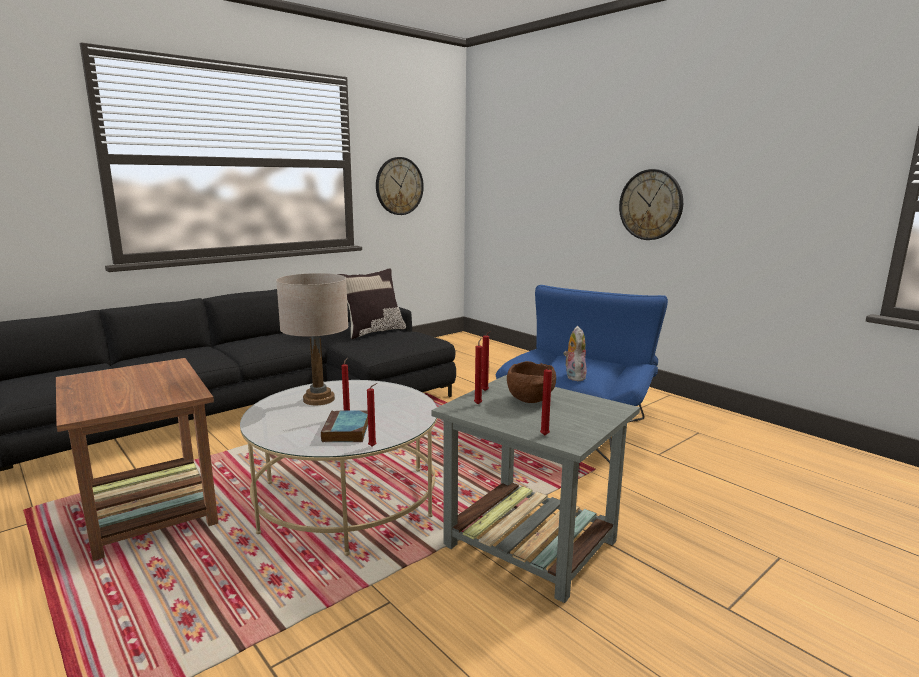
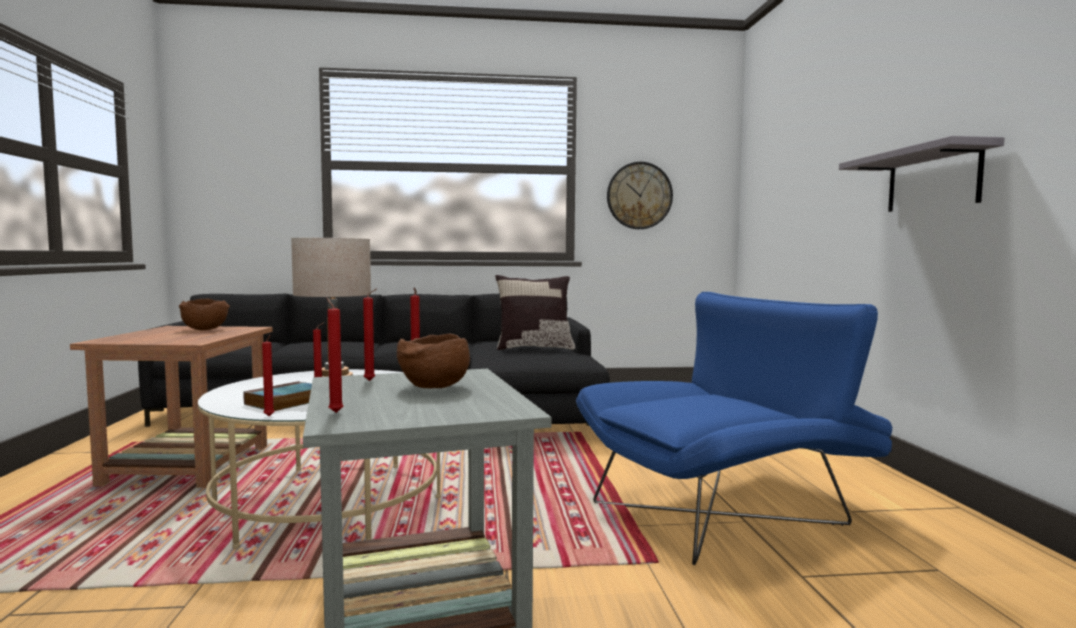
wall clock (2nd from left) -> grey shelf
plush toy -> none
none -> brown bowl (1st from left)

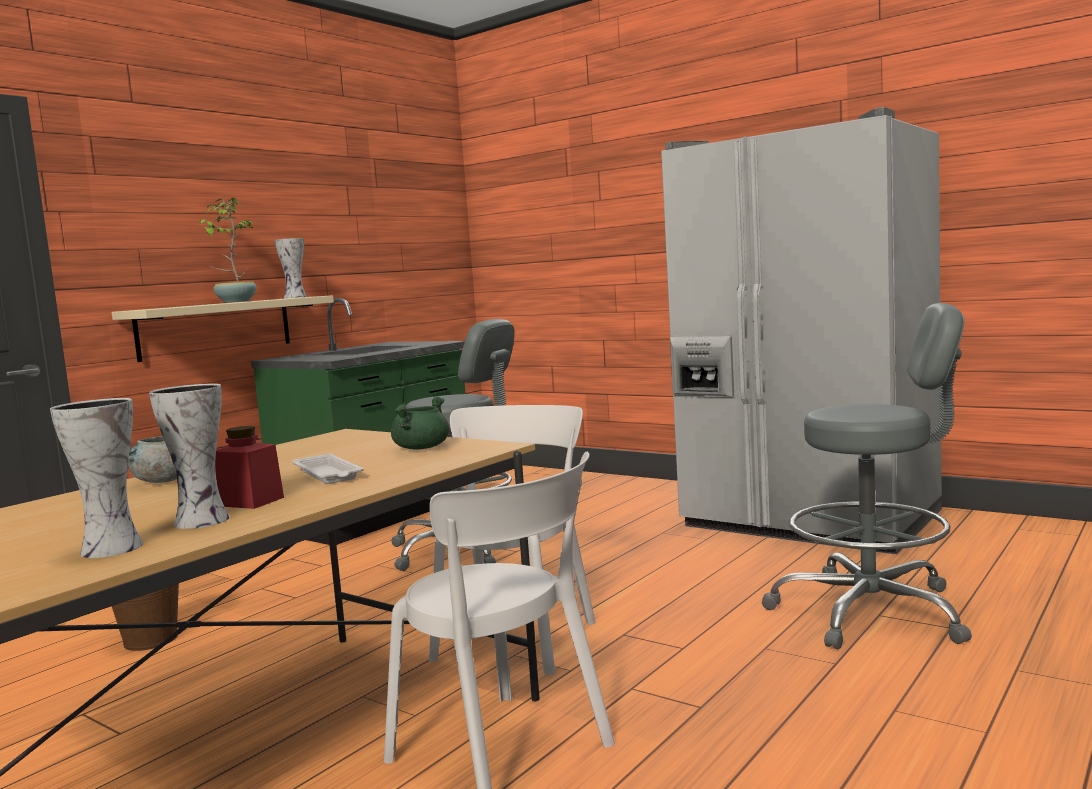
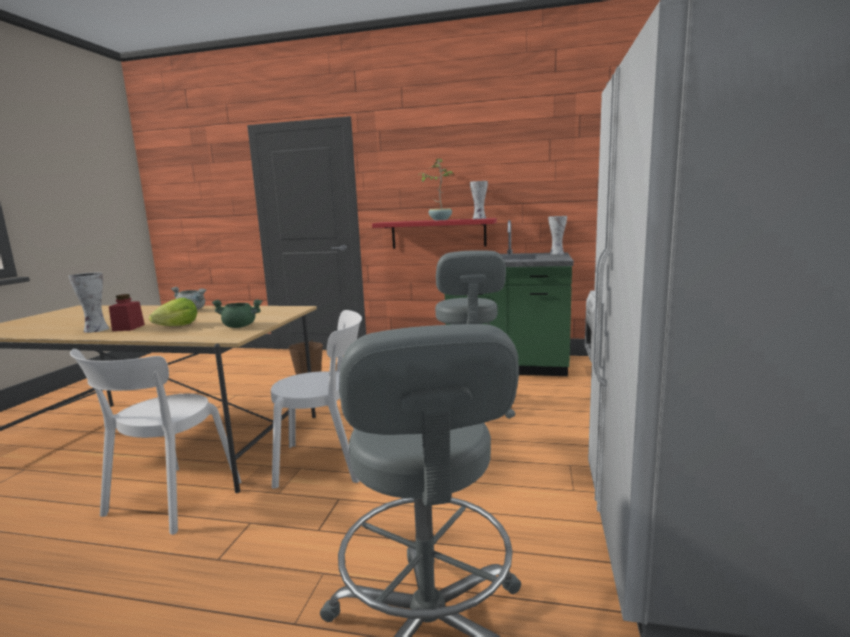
beige shelf -> red shelf
vase (1st from left in the first image) -> vase (3rd from left), moved
white tray -> lettuce

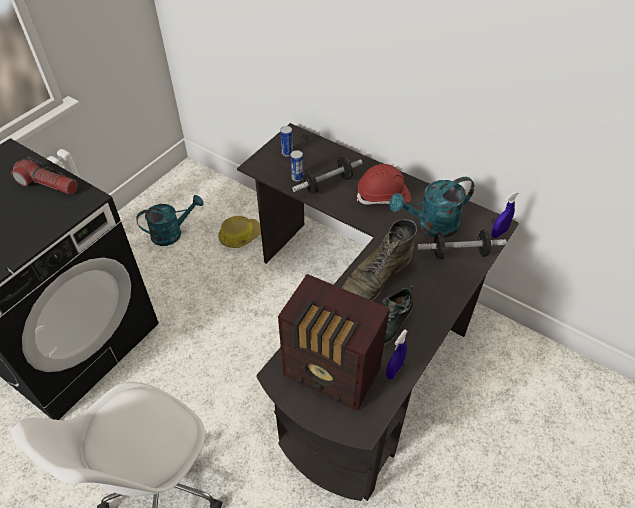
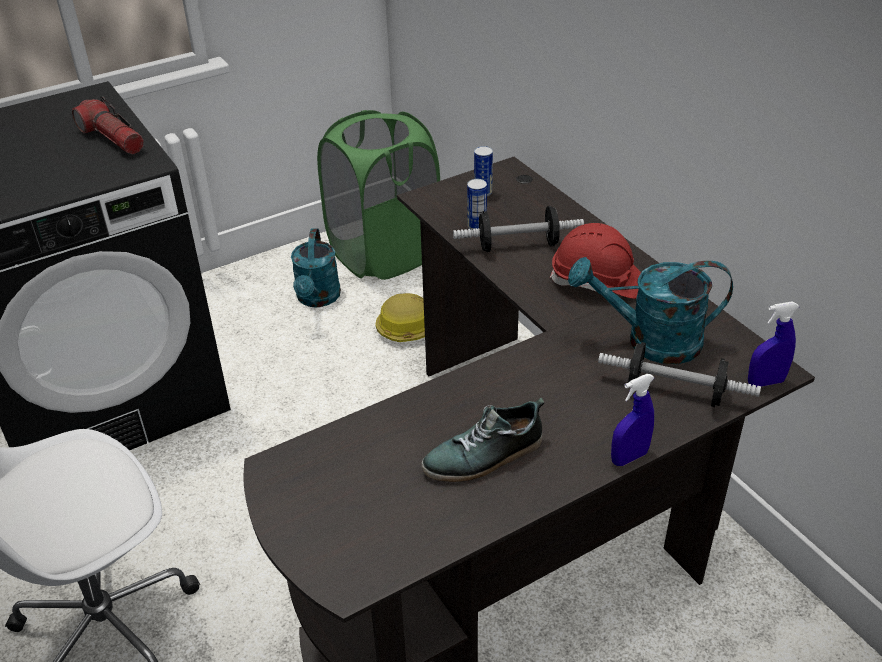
turquoise watering can (1st from left), 90 degrees clockwise
green boot -> none
radio -> none
blue spray bottle (1st from left), moved
none -> green laundry basket

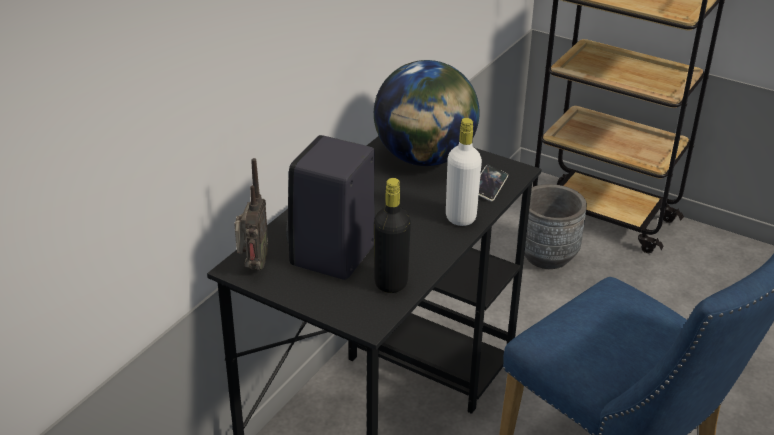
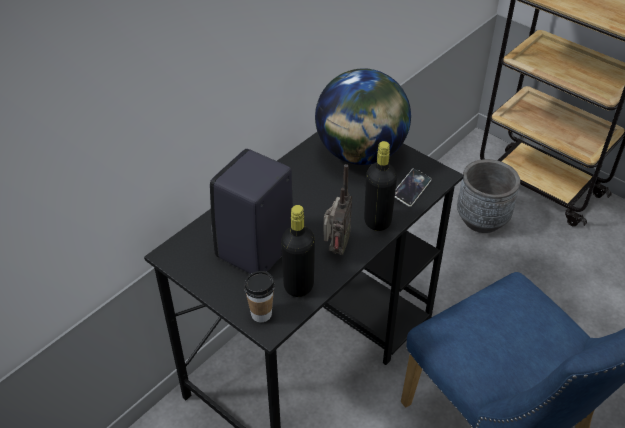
white bottle -> black bottle (2nd from left)
radio, moved
none -> cup

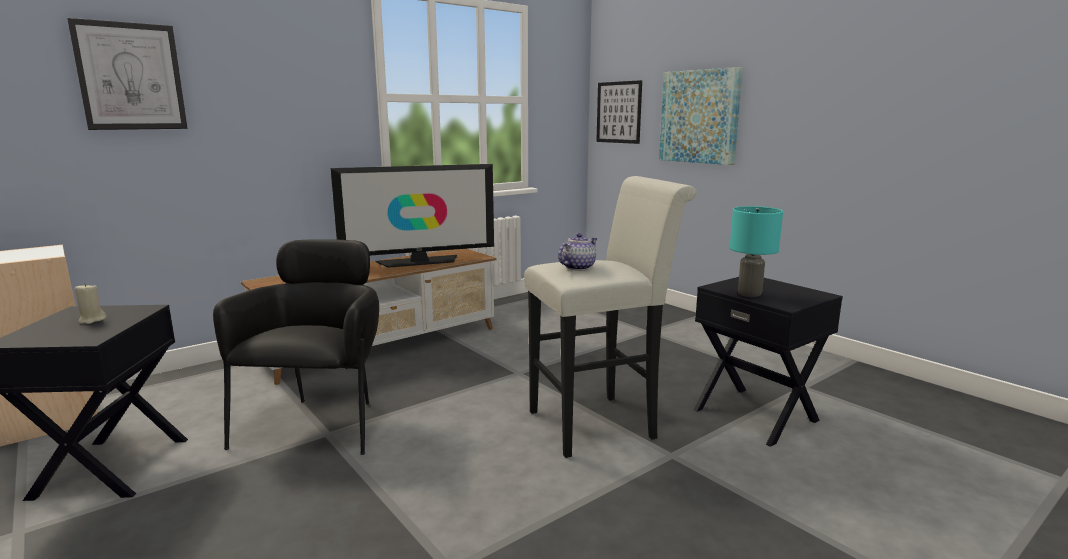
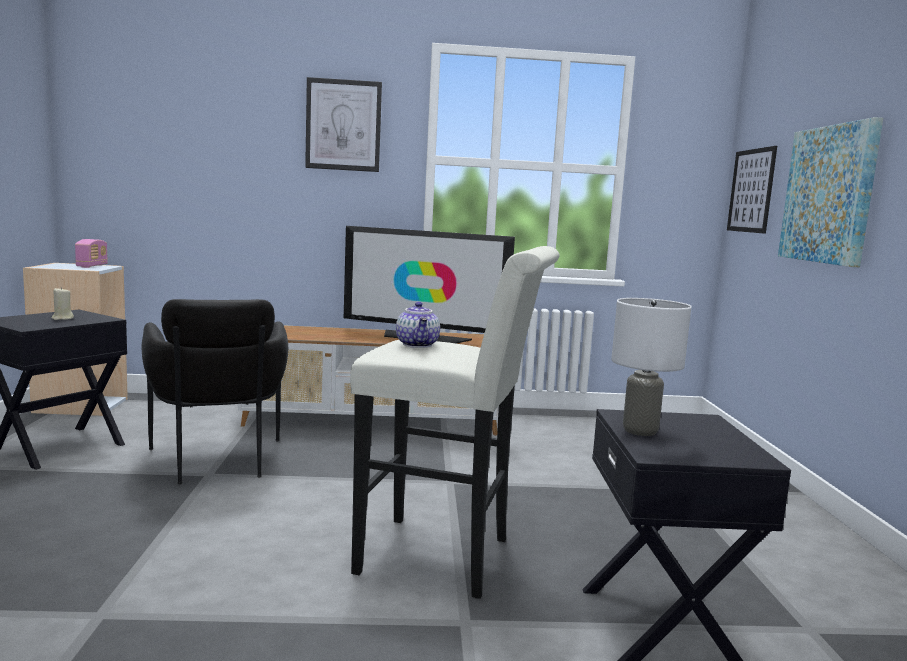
picture (1st from left), moved
turquoise table lamp -> white table lamp
teapot, 90 degrees clockwise
black armchair, 120 degrees clockwise
none -> radio

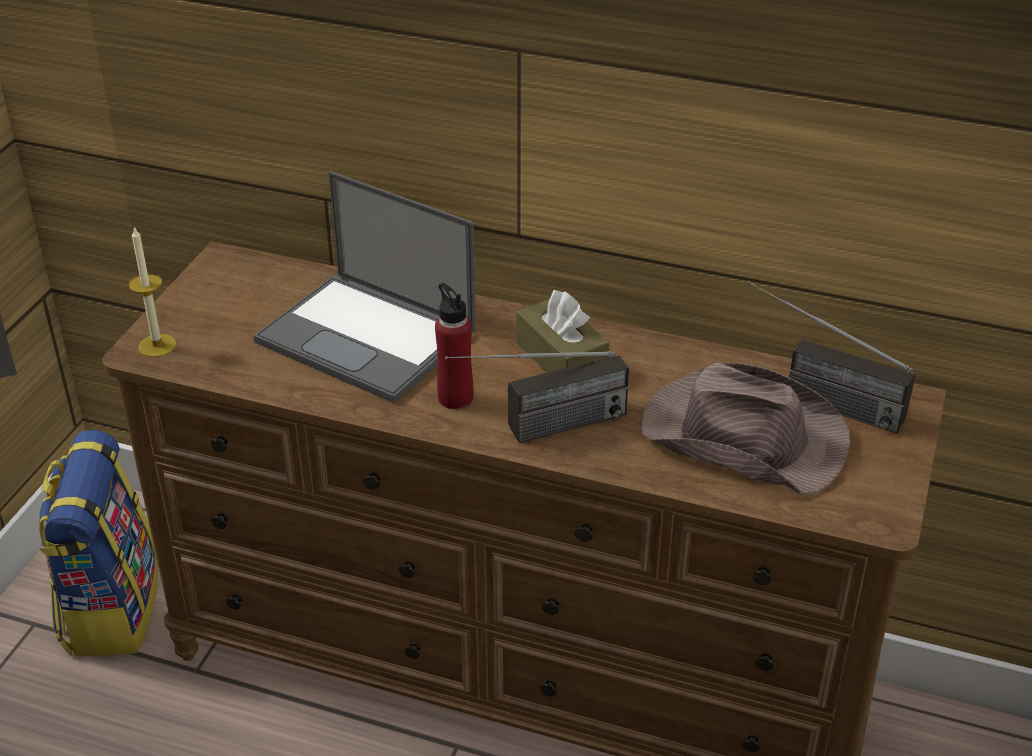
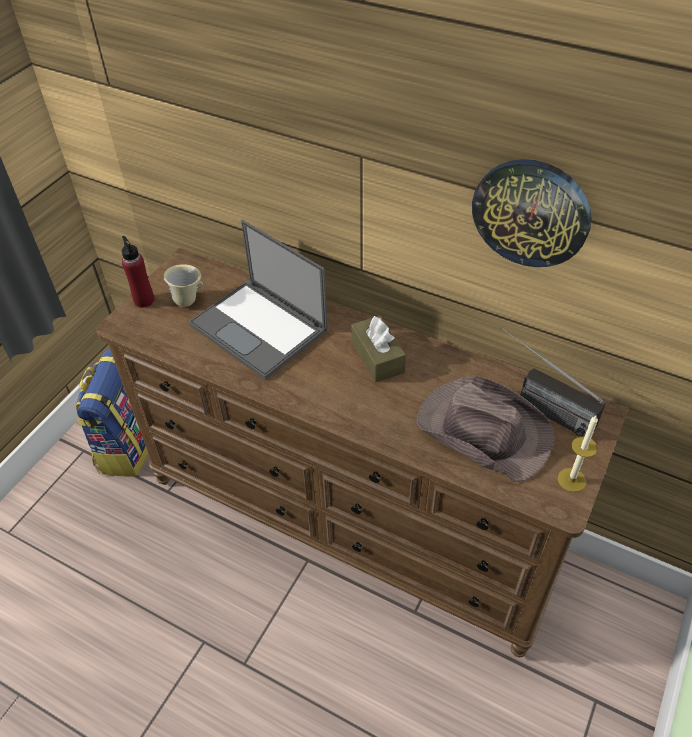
candle, moved
red bottle, moved
radio (1st from left) -> none
none -> wall clock
none -> beige mug

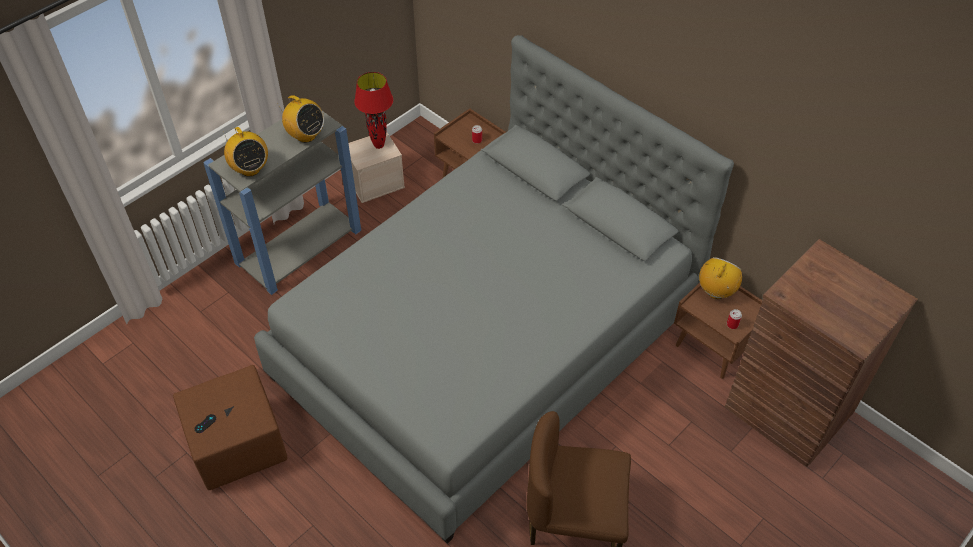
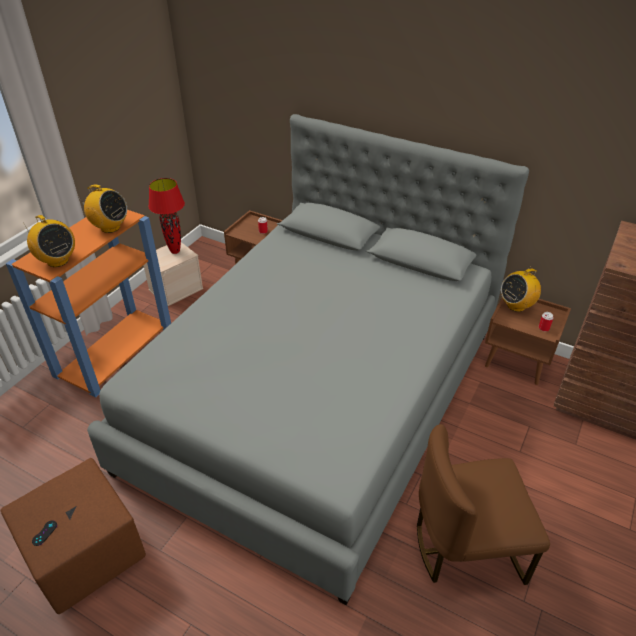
grey bookcase -> orange bookcase
radio (3rd from left), 135 degrees counterclockwise

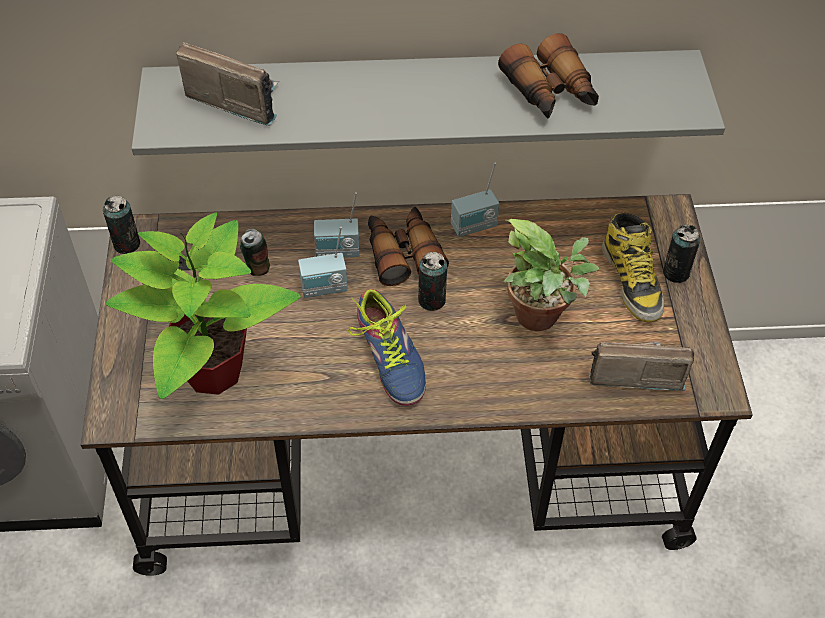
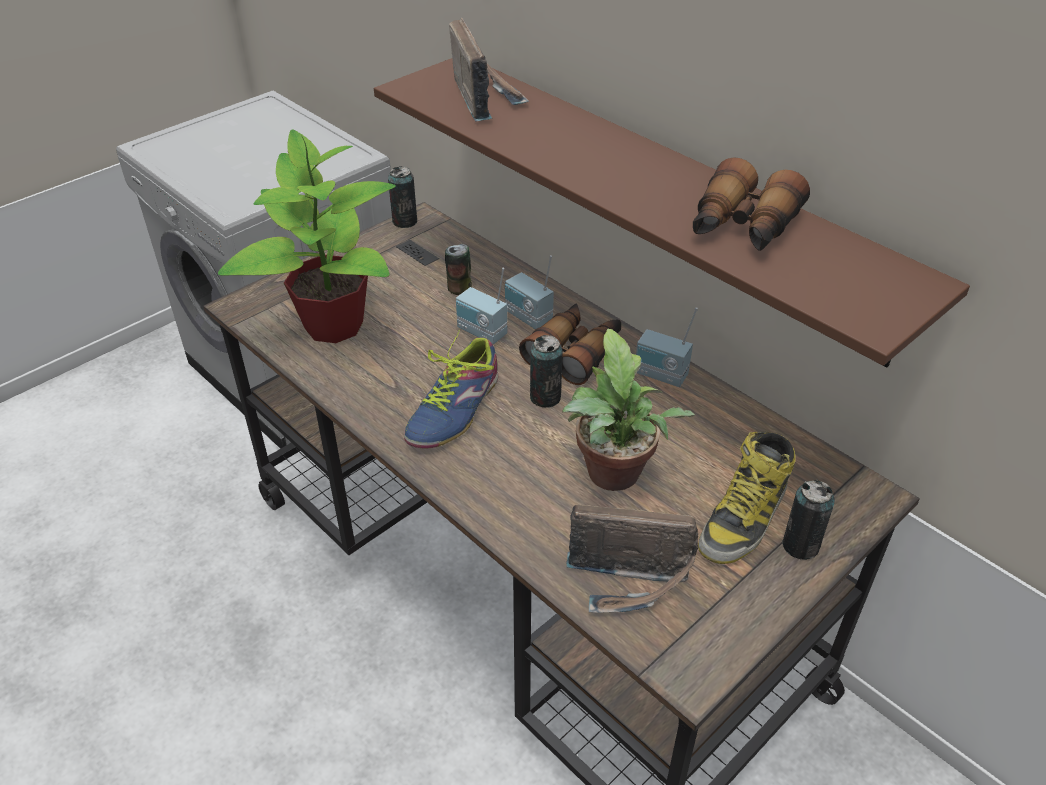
grey shelf -> brown shelf
radio (5th from left in the first image) -> radio (4th from left), 135 degrees clockwise

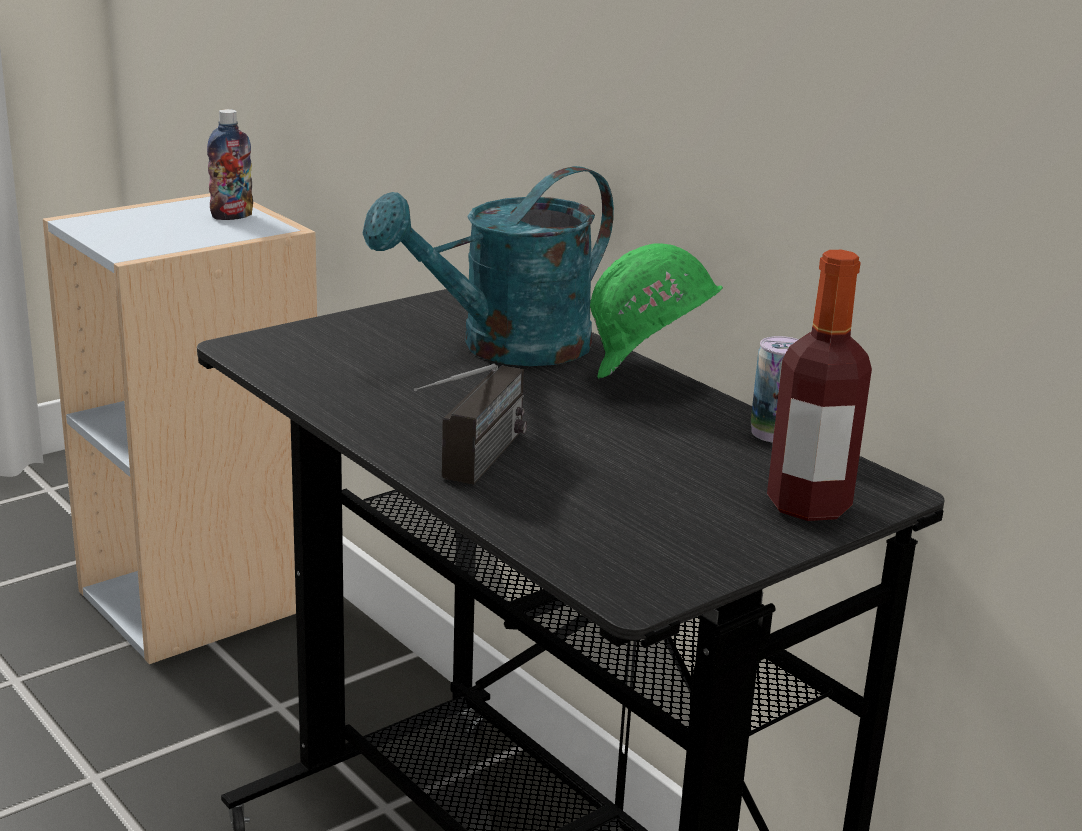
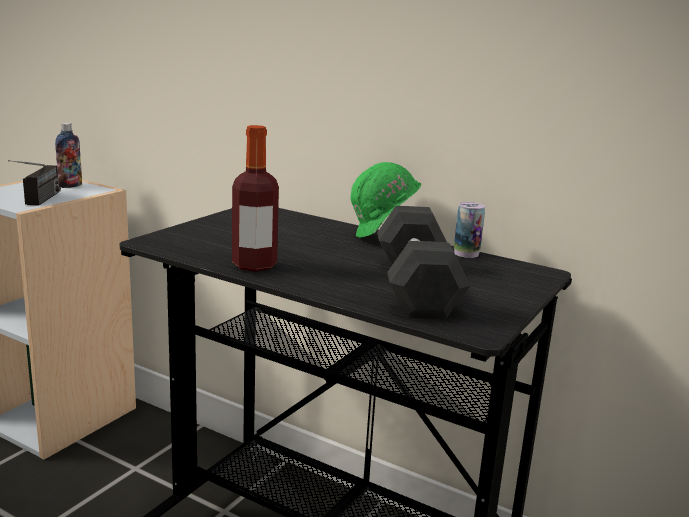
turquoise watering can -> none
bottle (2nd from left), moved
radio, moved
none -> grey dumbbell

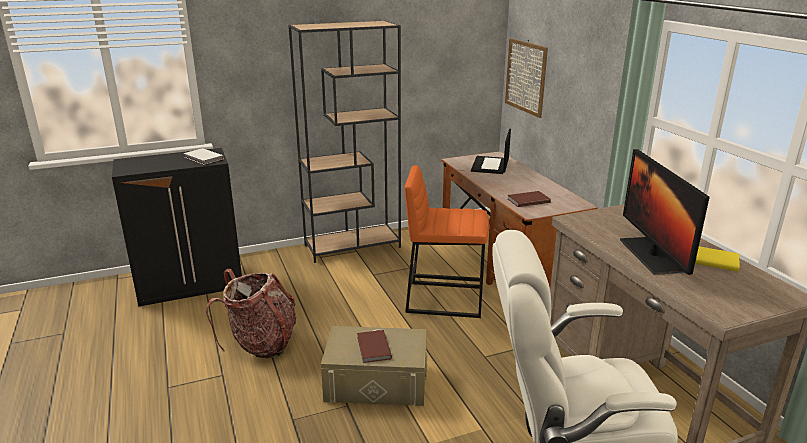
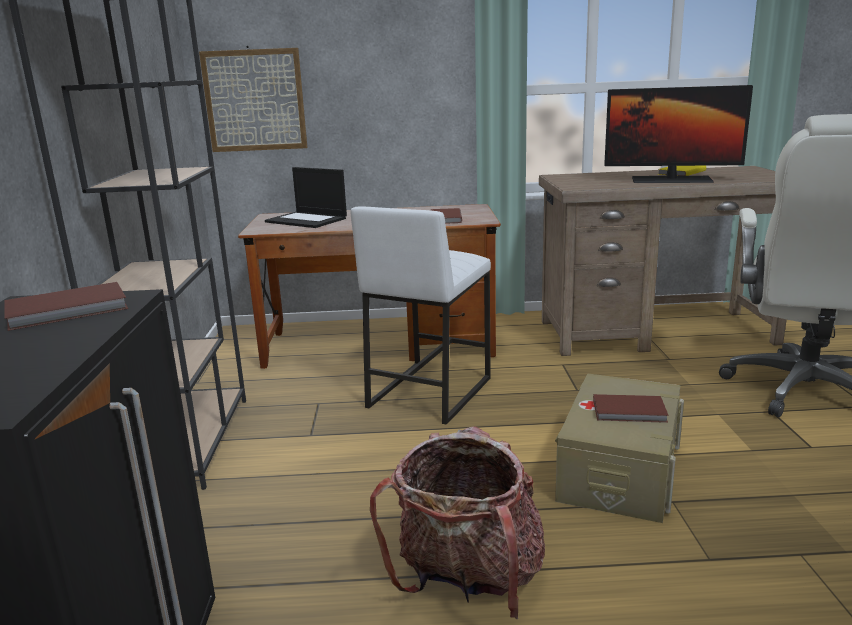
white book -> brown book (1st from left)
orange stool -> white stool

